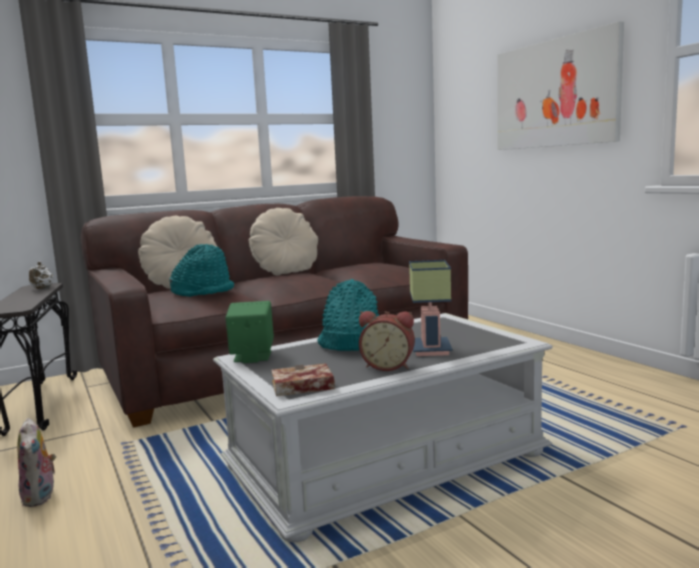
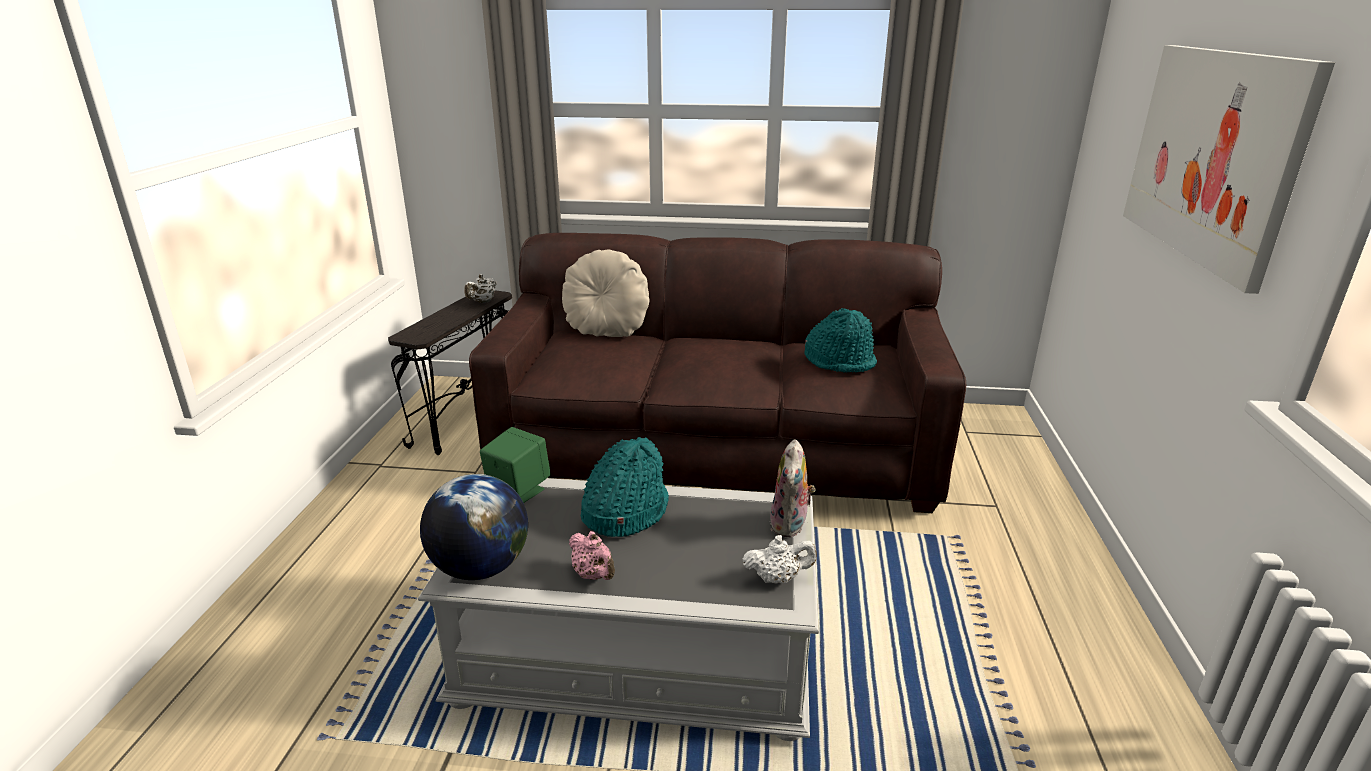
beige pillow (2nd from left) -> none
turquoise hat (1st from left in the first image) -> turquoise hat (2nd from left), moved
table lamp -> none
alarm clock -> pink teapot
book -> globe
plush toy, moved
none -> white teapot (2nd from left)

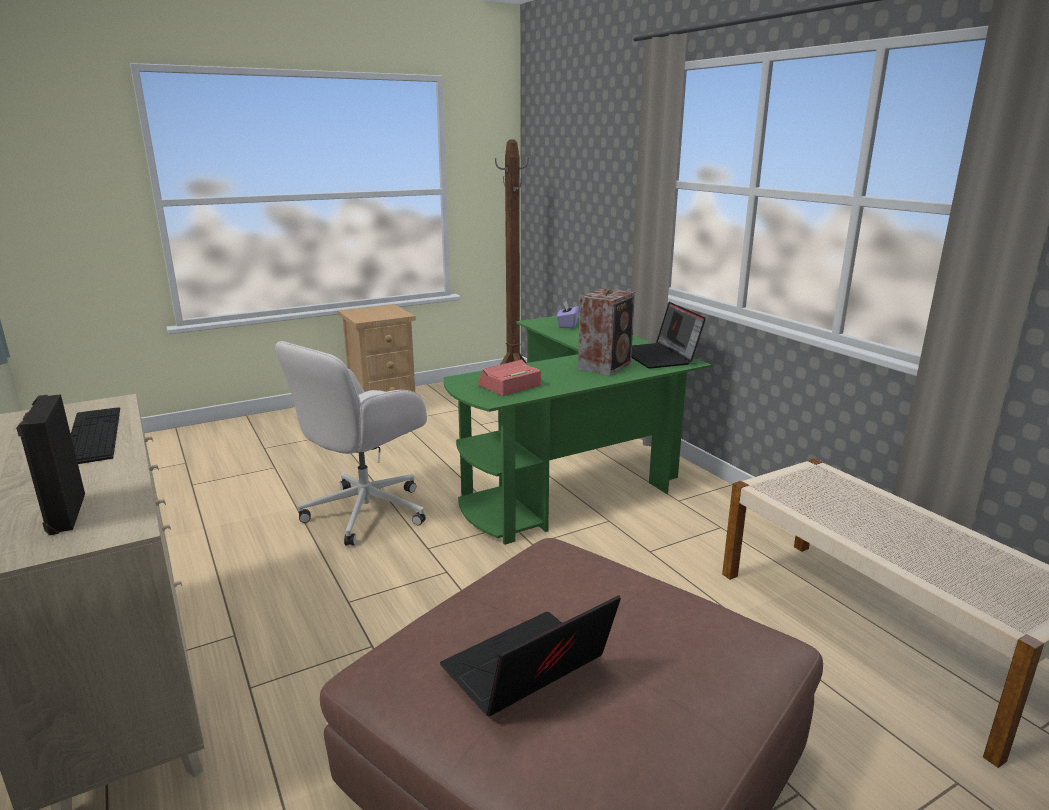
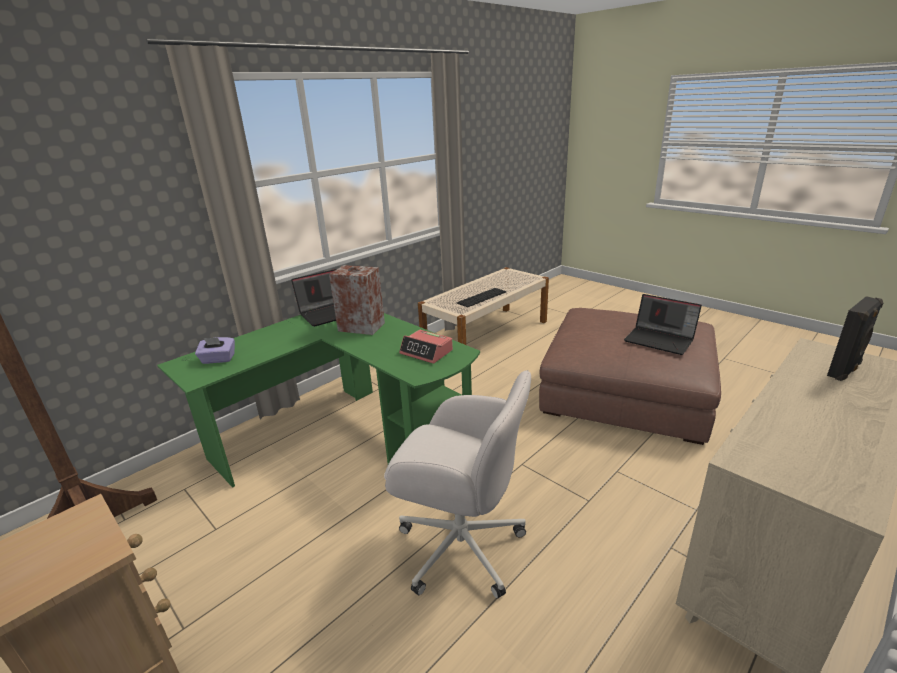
keyboard, moved

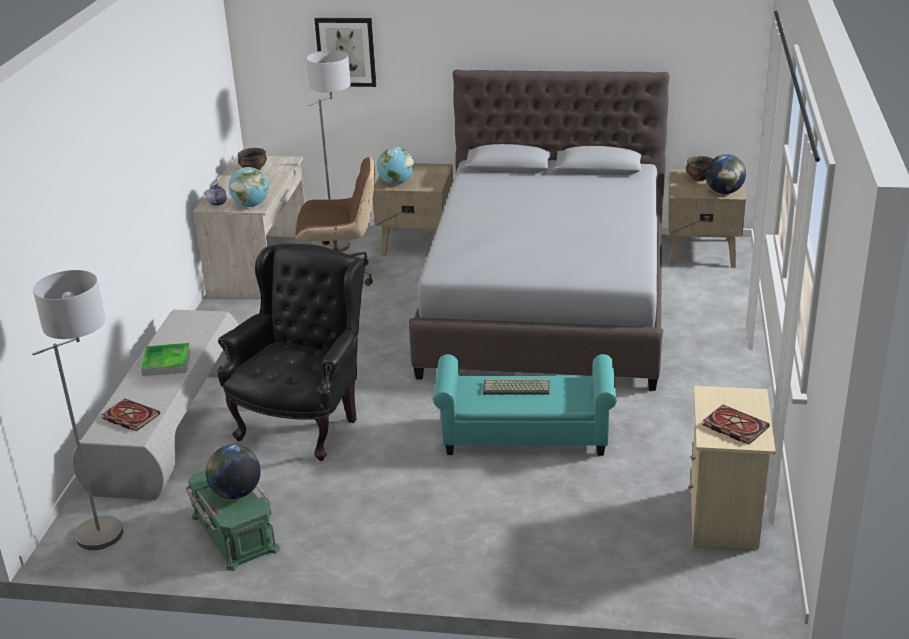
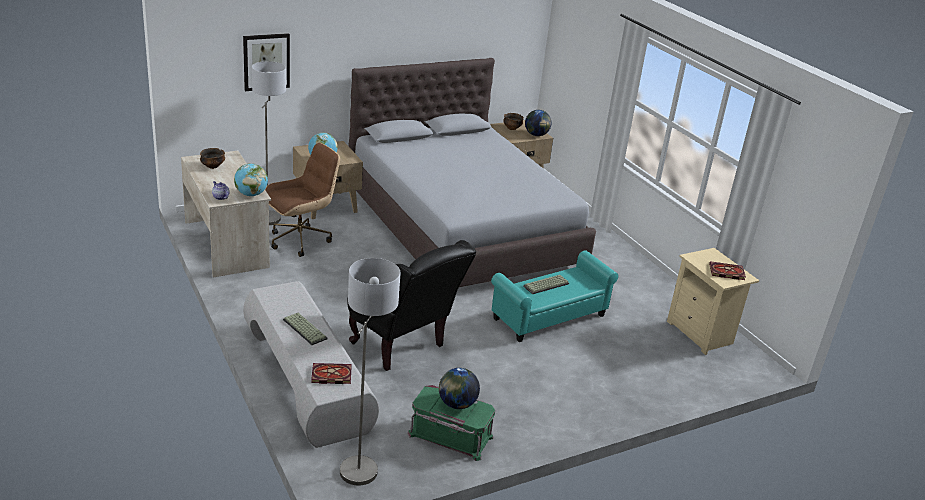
black armchair, 150 degrees clockwise
tray -> keyboard (1st from left)

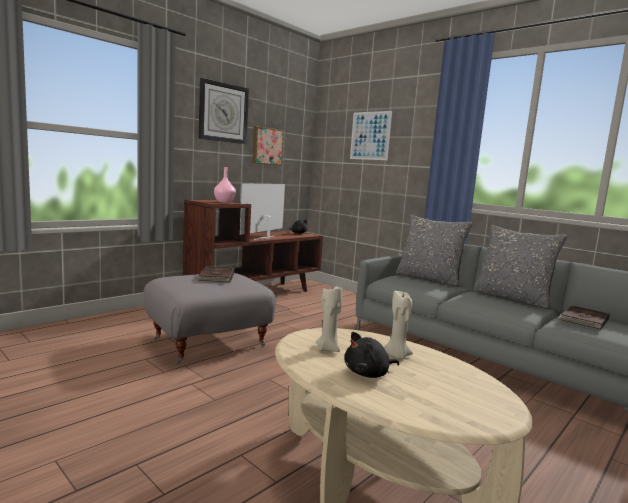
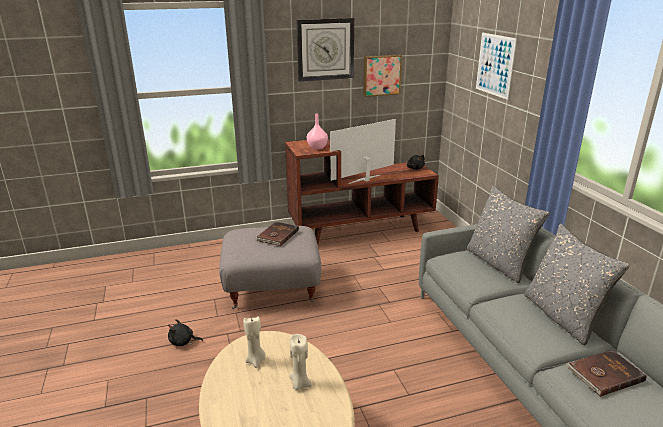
black plush toy (2nd from left in the first image) -> black plush toy (1st from left), moved

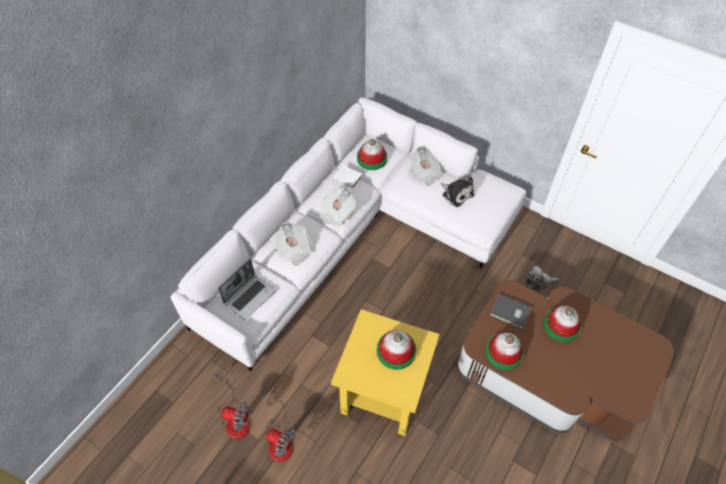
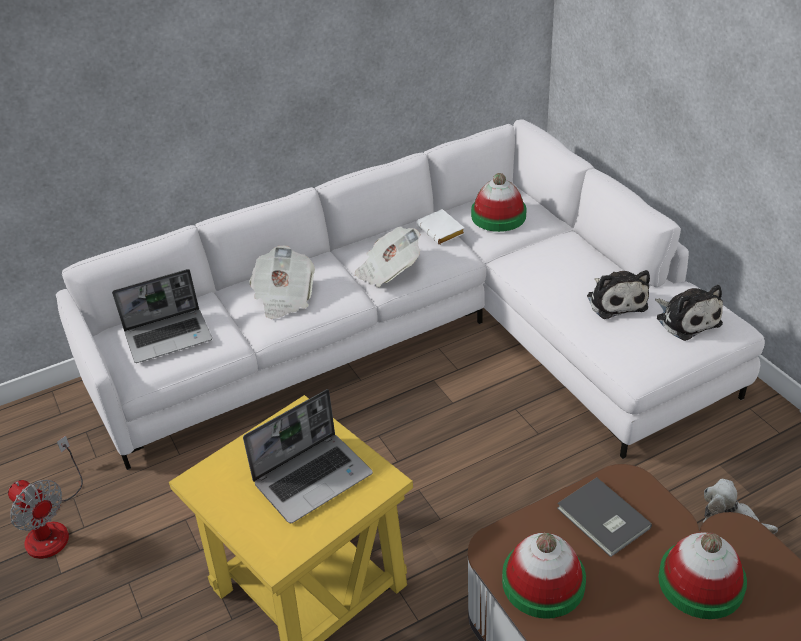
newspaper (3rd from left) -> none
hat (2nd from left) -> laptop (2nd from left)
fan (2nd from left) -> none
none -> plush toy (2nd from left)

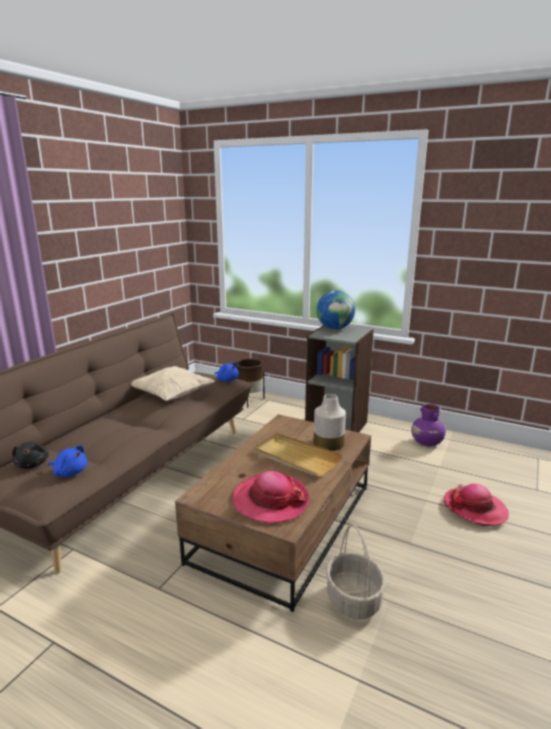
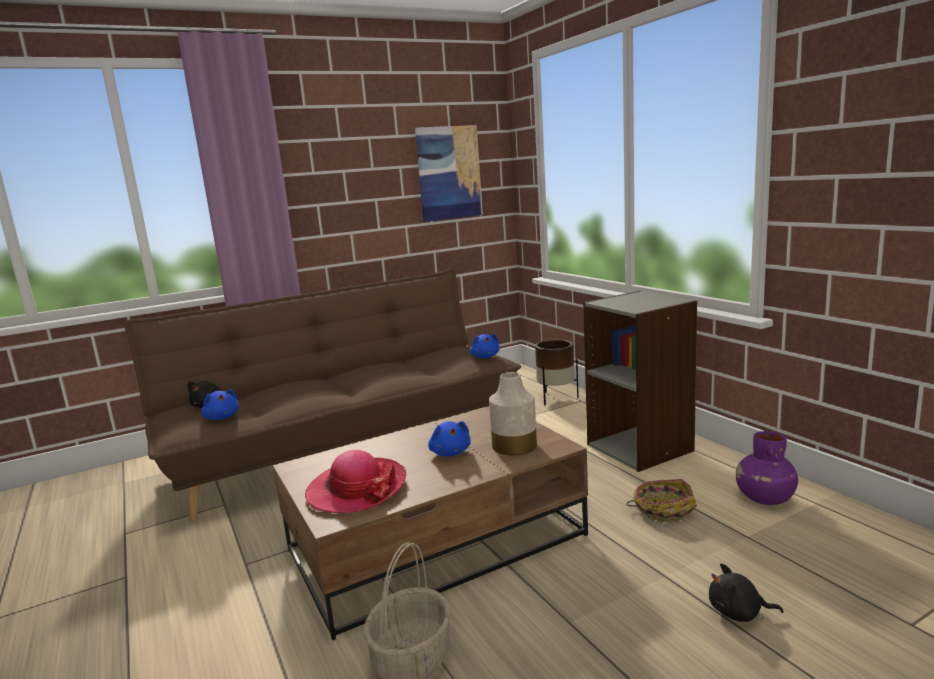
globe -> none
beige pillow -> none
beige tray -> blue plush toy (2nd from left)
hat (2nd from left) -> black plush toy (2nd from left)
none -> picture
none -> basket (2nd from left)

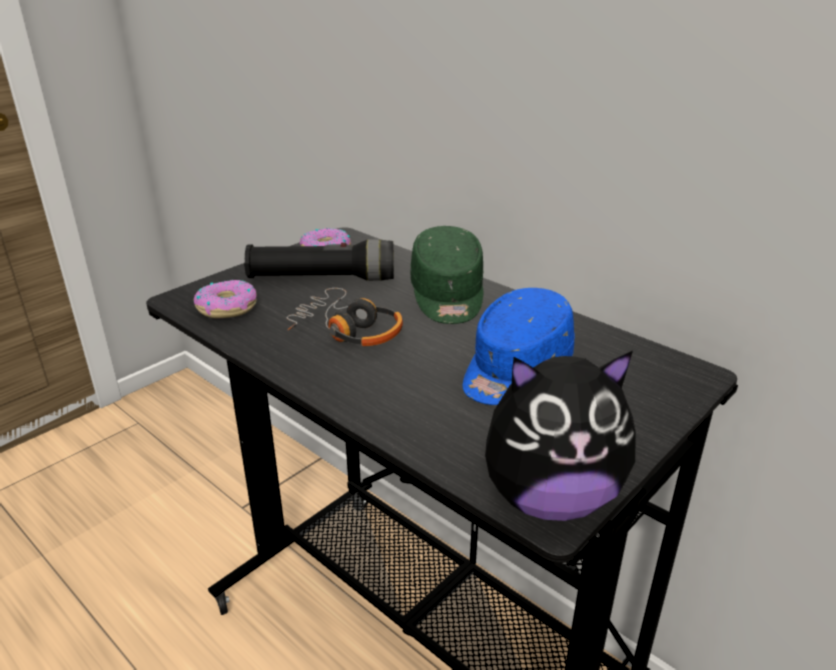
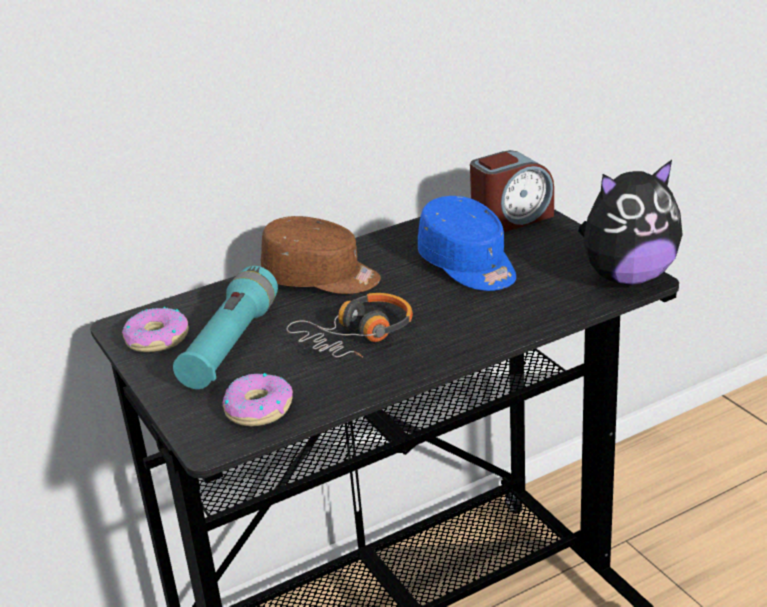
green cap -> brown cap
black flashlight -> turquoise flashlight
plush toy, 60 degrees clockwise
none -> alarm clock

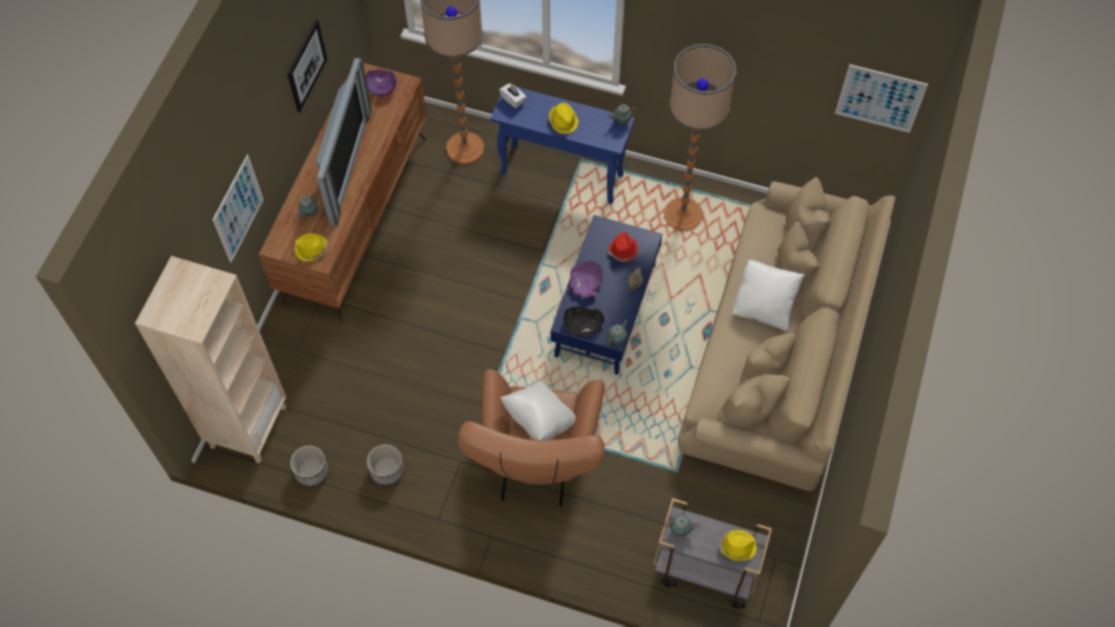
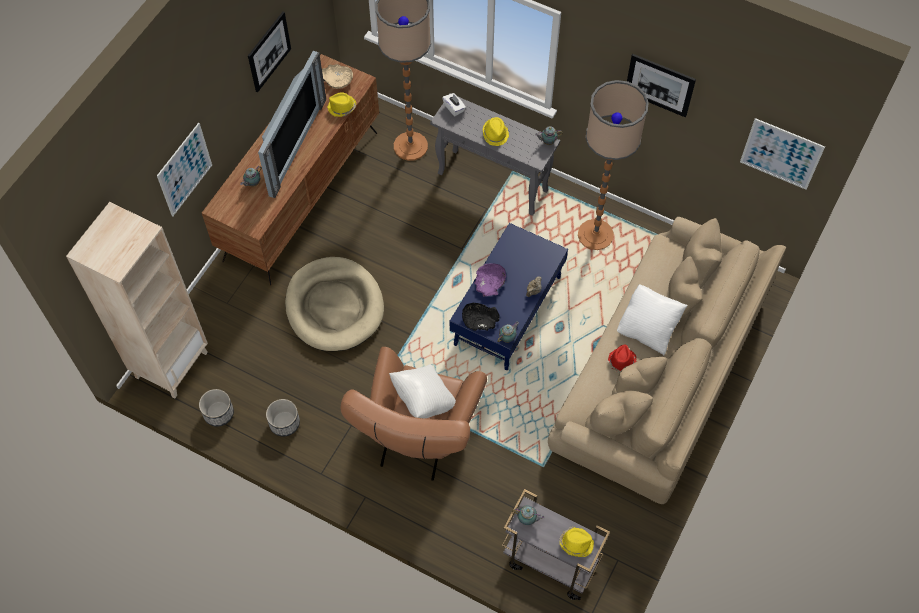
purple bowl (1st from left) -> beige bowl
blue console table -> grey console table
red hat, moved
yellow hat (1st from left), moved
none -> picture (3rd from left)
none -> beige dog bed

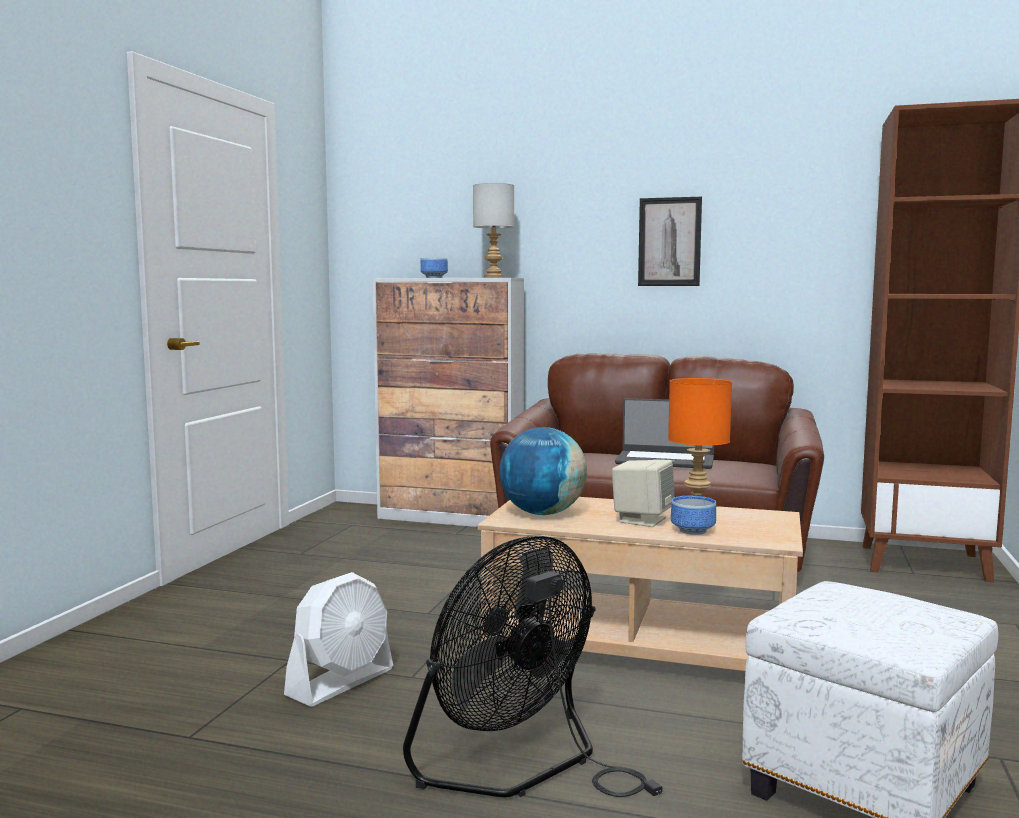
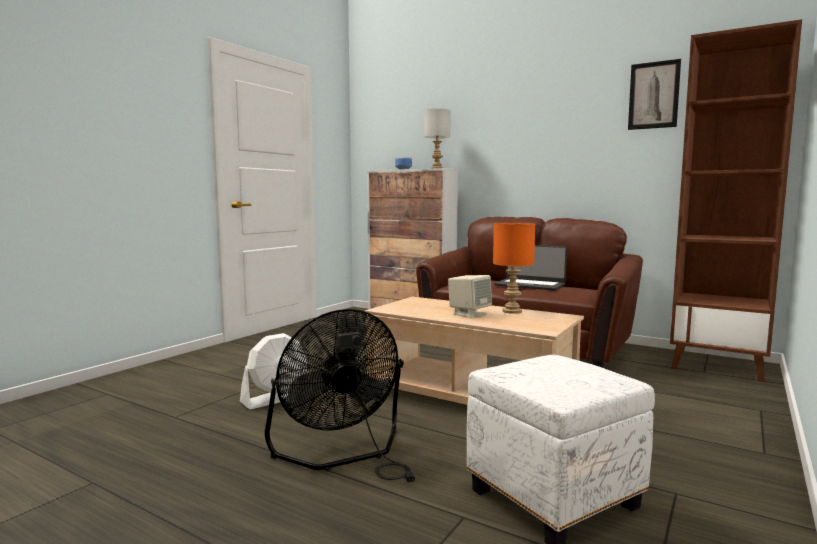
picture, moved
globe -> none
bowl (2nd from left) -> none

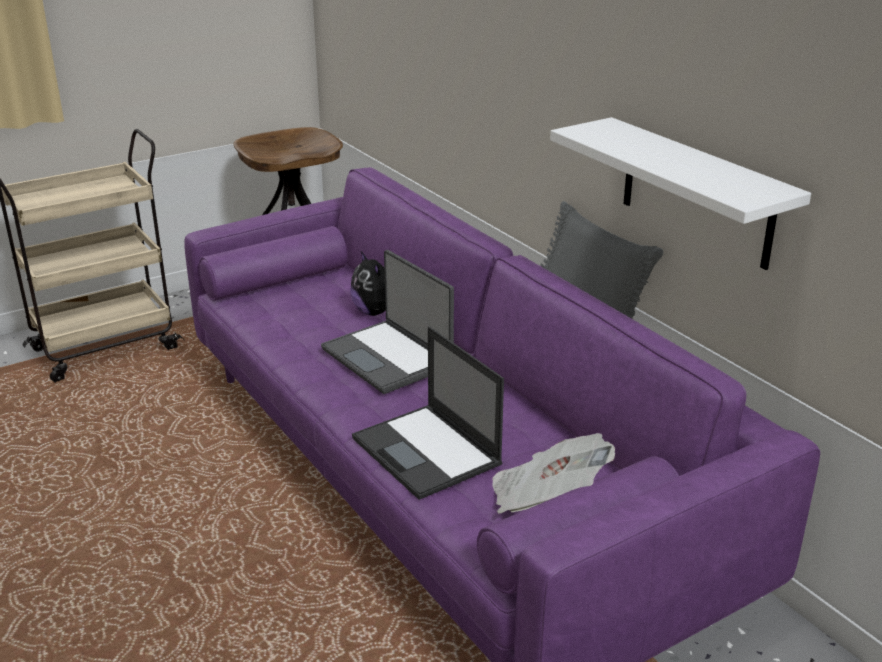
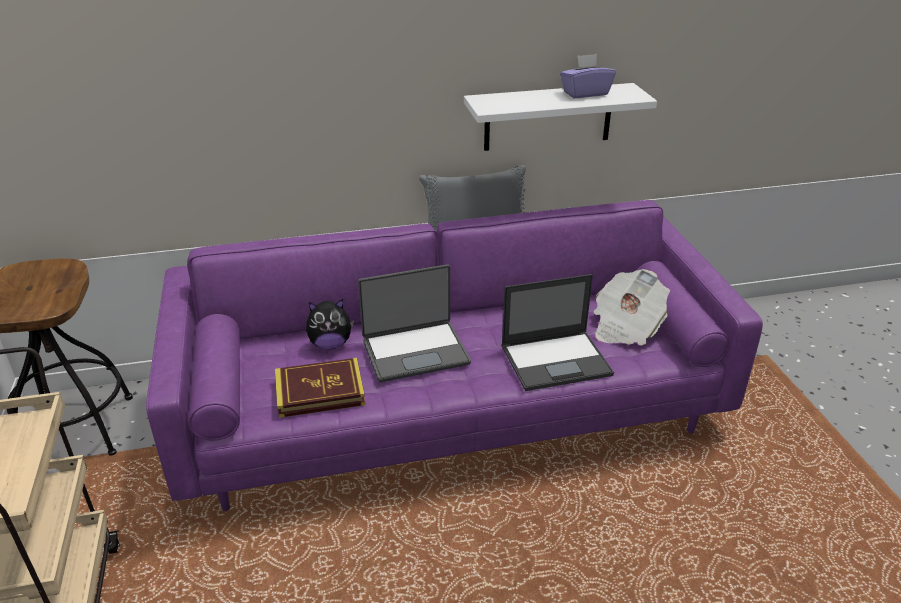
none -> purple tissue box
none -> book

